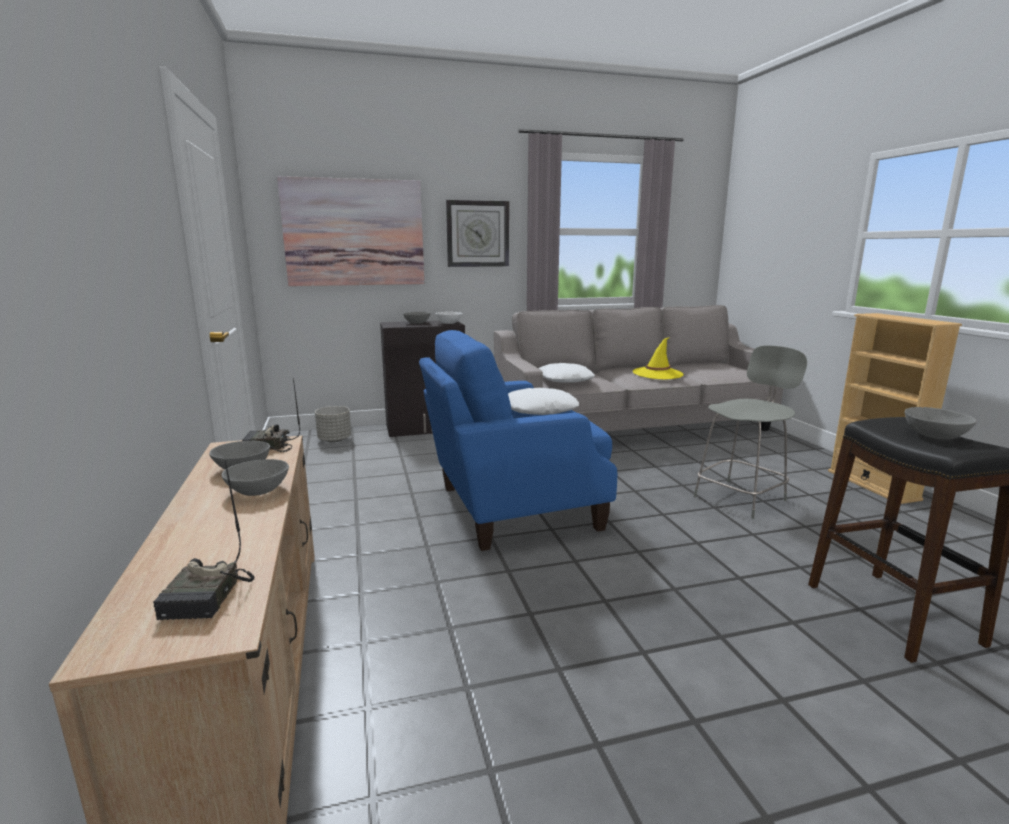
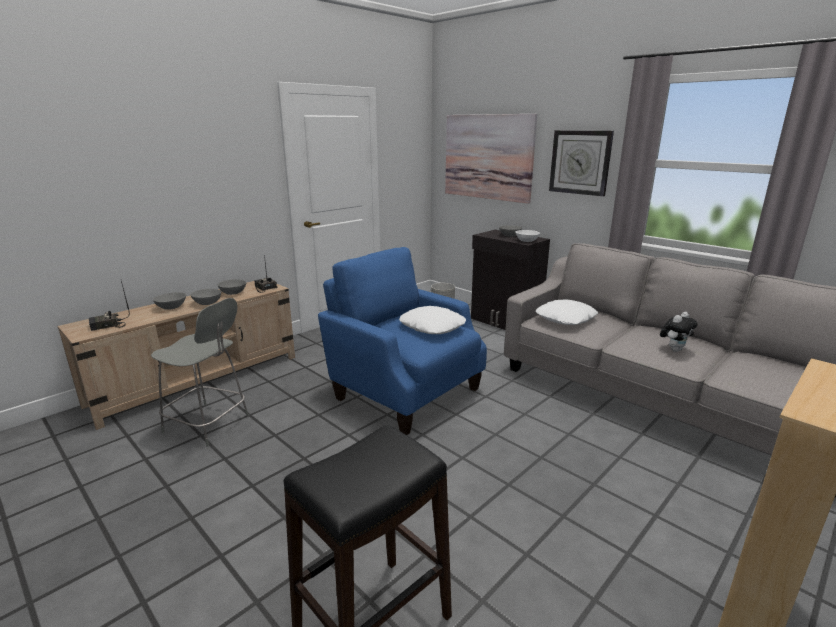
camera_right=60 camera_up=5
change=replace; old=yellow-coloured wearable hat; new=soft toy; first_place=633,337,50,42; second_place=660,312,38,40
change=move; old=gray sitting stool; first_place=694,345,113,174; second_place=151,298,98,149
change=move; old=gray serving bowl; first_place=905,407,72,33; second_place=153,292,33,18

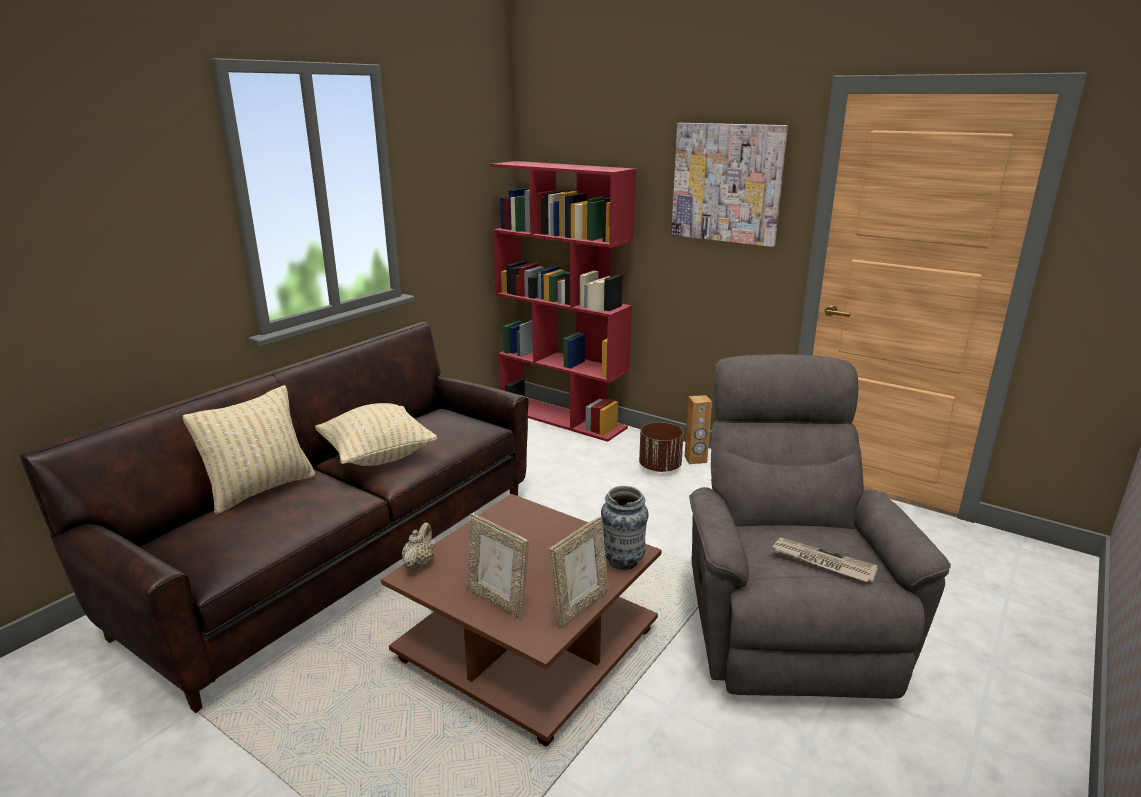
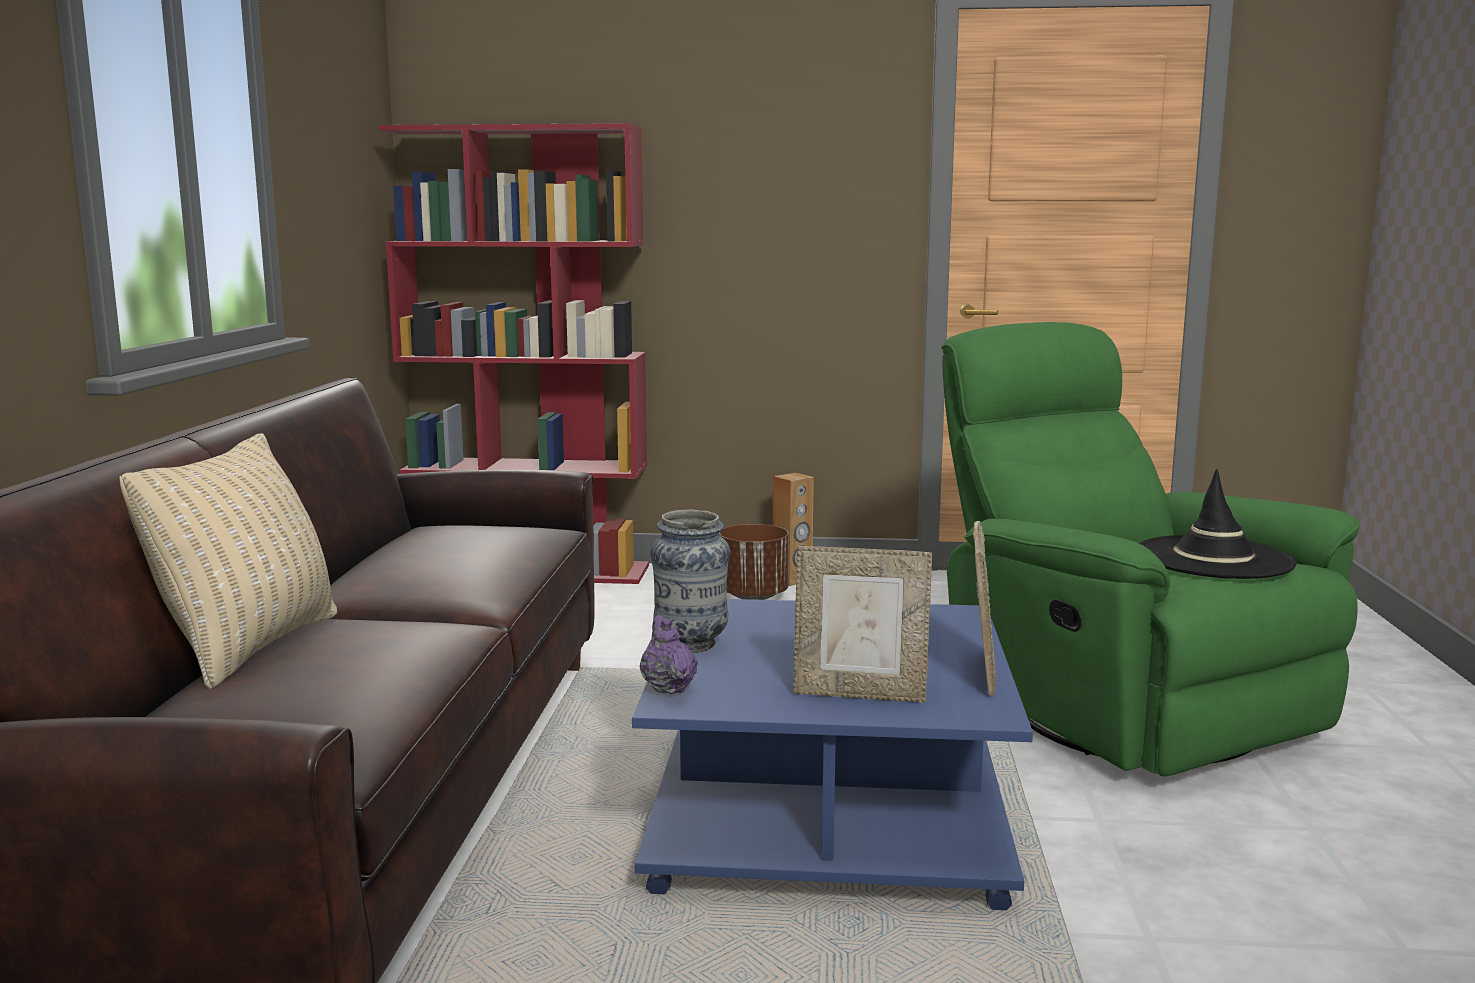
camera_right=-30 camera_up=-10
change=delete; old=sand-coloured pillow; first_place=315,403,122,63
change=recolor; old=brown low table; new=blue-coloured low table; first_place=381,494,281,252; second_place=632,599,401,311
change=recolor; old=sand-coloured pot for tea; new=purple pot for tea; first_place=402,522,32,48; second_place=640,615,58,79
change=move; old=vase; first_place=601,486,48,84; second_place=651,510,79,143
change=delete; old=wall picture; first_place=671,123,117,124
change=recolor; old=gray easy chair; new=green easy chair; first_place=689,354,262,345; second_place=941,322,419,454
change=replace; old=printed paper; new=blackish wearable hat; first_place=771,538,107,44; second_place=1139,469,158,110

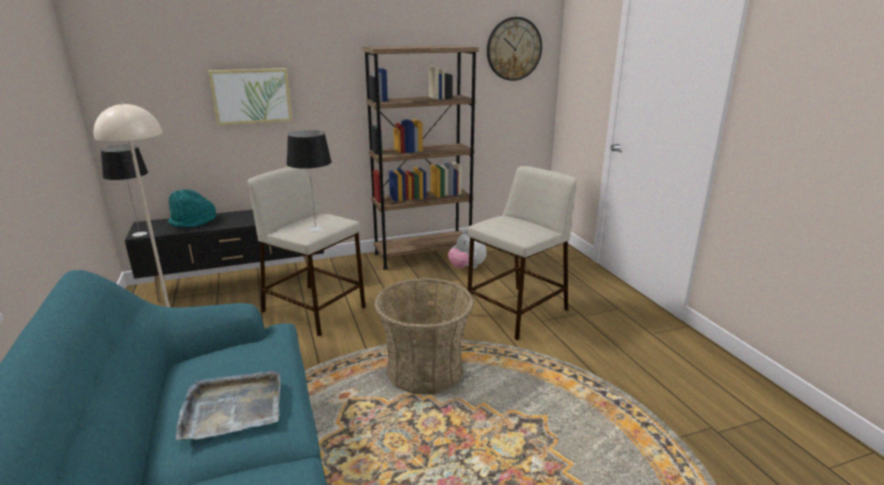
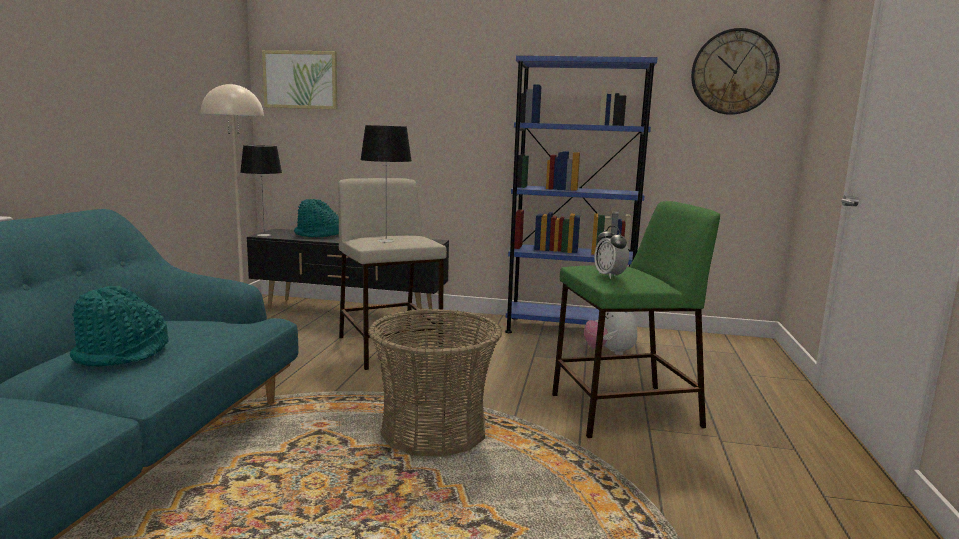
camera_right=30 camera_up=-10
change=replace; old=gray serving tray; new=turquoise wearable hat; first_place=176,370,105,70; second_place=70,286,99,80
change=move; old=wall picture; first_place=208,68,84,57; second_place=262,50,76,60
change=recolor; old=brown bookcase; new=blue-coloured bookcase; first_place=362,45,117,225; second_place=505,55,153,278
change=recolor; old=sand-coloured sitting stool; new=green sitting stool; first_place=467,166,109,174; second_place=552,201,168,237
change=insert; new=bedside clock; second_place=594,226,35,53

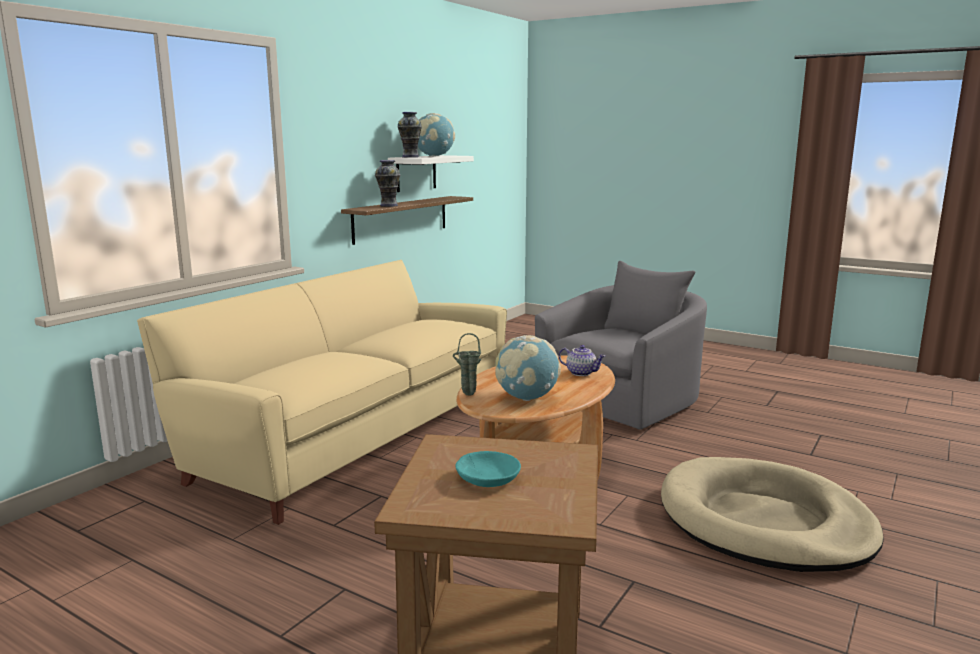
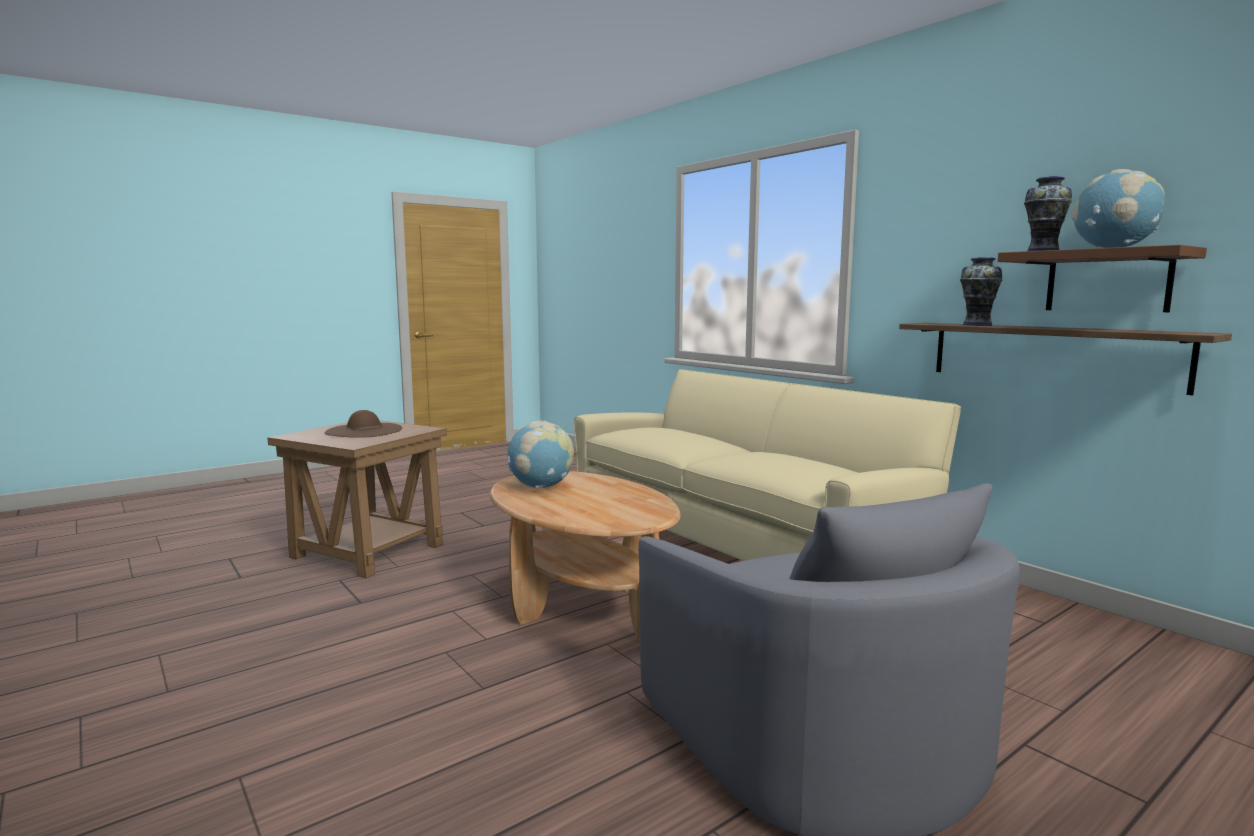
camera_right=110 camera_up=-5
change=recolor; old=white shelf; new=brown shelf; first_place=388,155,86,37; second_place=998,245,209,67
change=delete; old=green vase; first_place=452,333,30,62
change=replace; old=turquoise serving bowl; new=brown wearable hat; first_place=455,451,66,36; second_place=325,410,77,28
change=delete; old=pot for tea; first_place=559,345,47,31
change=delete; old=sand-coloured dog cushion; first_place=661,457,223,115

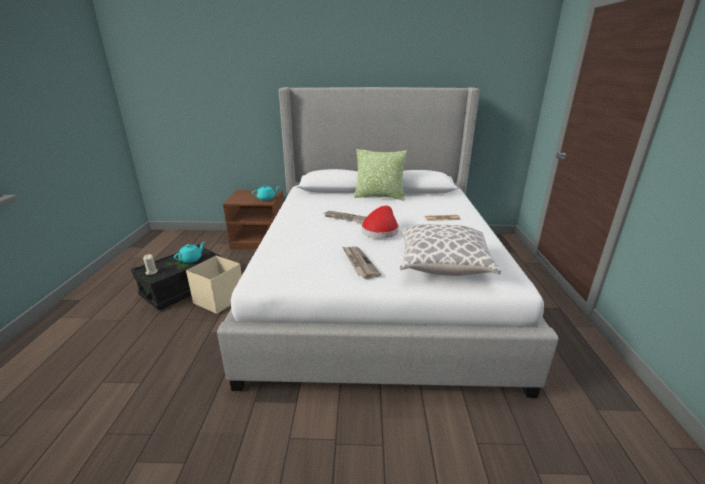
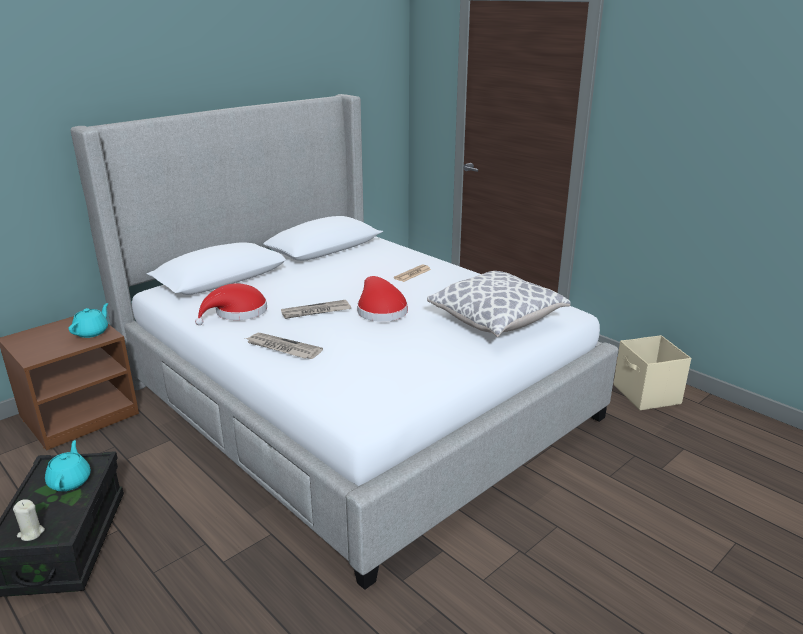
camera_right=-45 camera_up=0
change=move; old=sand-coloured storage container; first_place=186,256,56,58; second_place=613,335,78,75
change=move; old=printed paper; first_place=343,246,38,33; second_place=245,333,78,26
change=delete; old=pillow; first_place=354,149,53,51
change=insert; new=red wearable hat; second_place=195,283,72,42

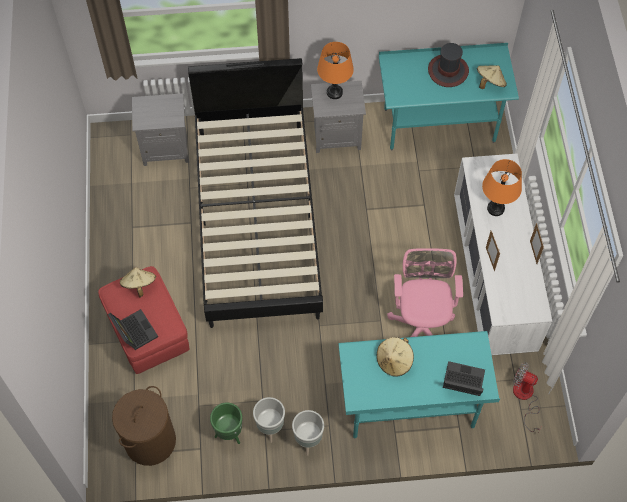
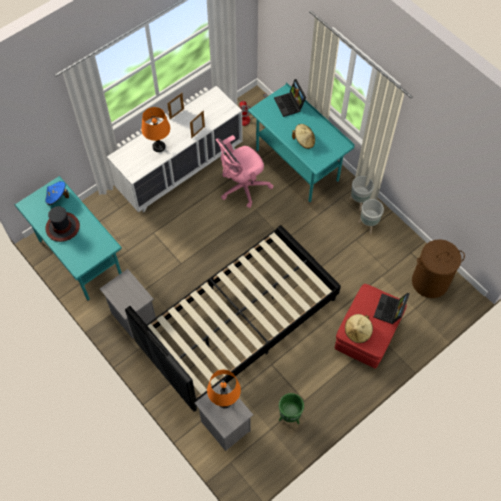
camera_right=-125 camera_up=0
change=move; old=green flower pot; first_place=210,403,32,41; second_place=279,393,25,31
change=move; old=orange table lamp; first_place=317,42,37,57; second_place=207,370,34,38
change=recolor; old=sand-coloured wearable hat; new=blue-coloured wearable hat; first_place=477,65,30,24; second_place=45,181,24,24

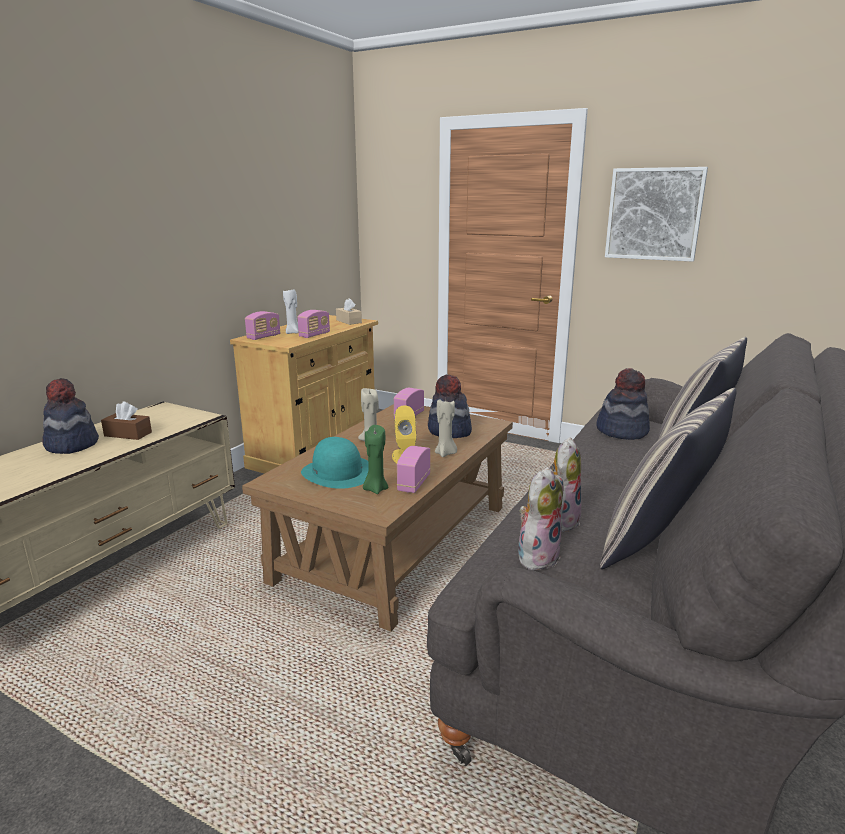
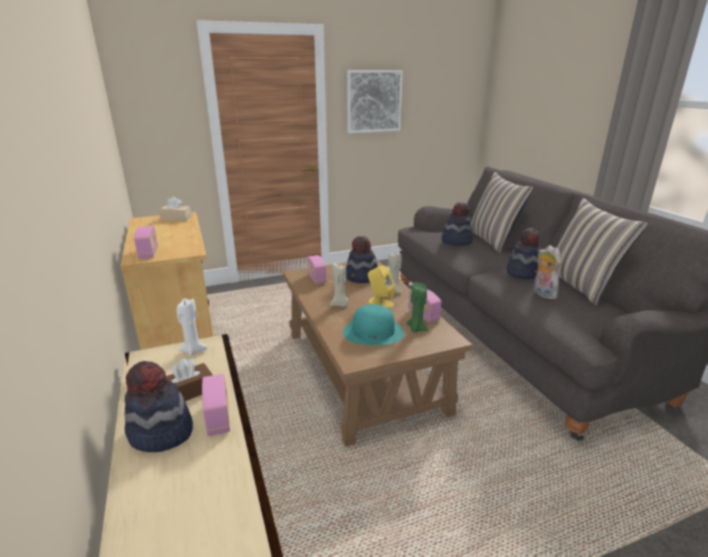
camera_right=-50 camera_up=5
change=move; old=white wax light; first_place=283,289,16,45; second_place=177,298,31,58
change=move; old=radio set; first_place=297,310,33,28; second_place=202,374,28,62
change=delete; old=soft toy; first_place=518,467,46,103
change=insert; new=wearable hat; second_place=506,228,35,51

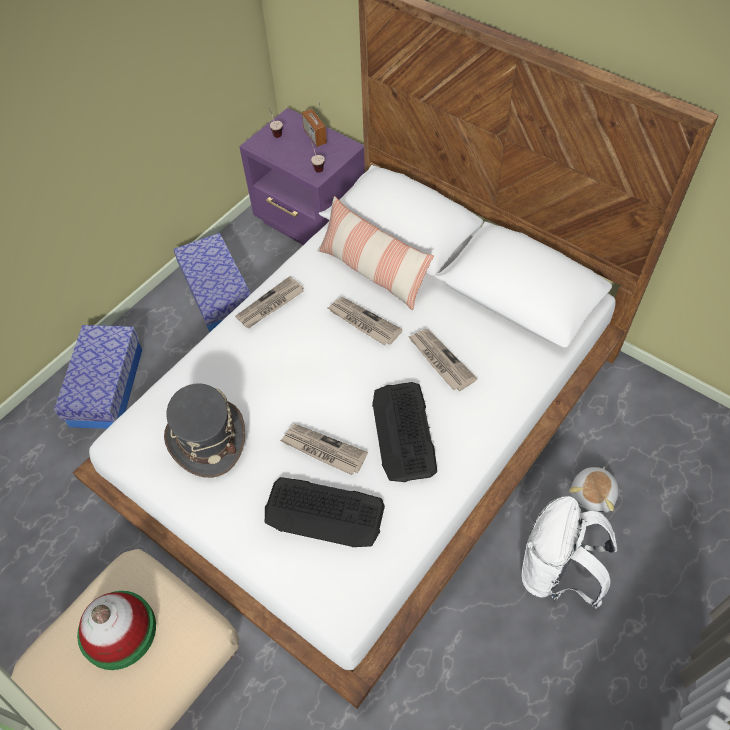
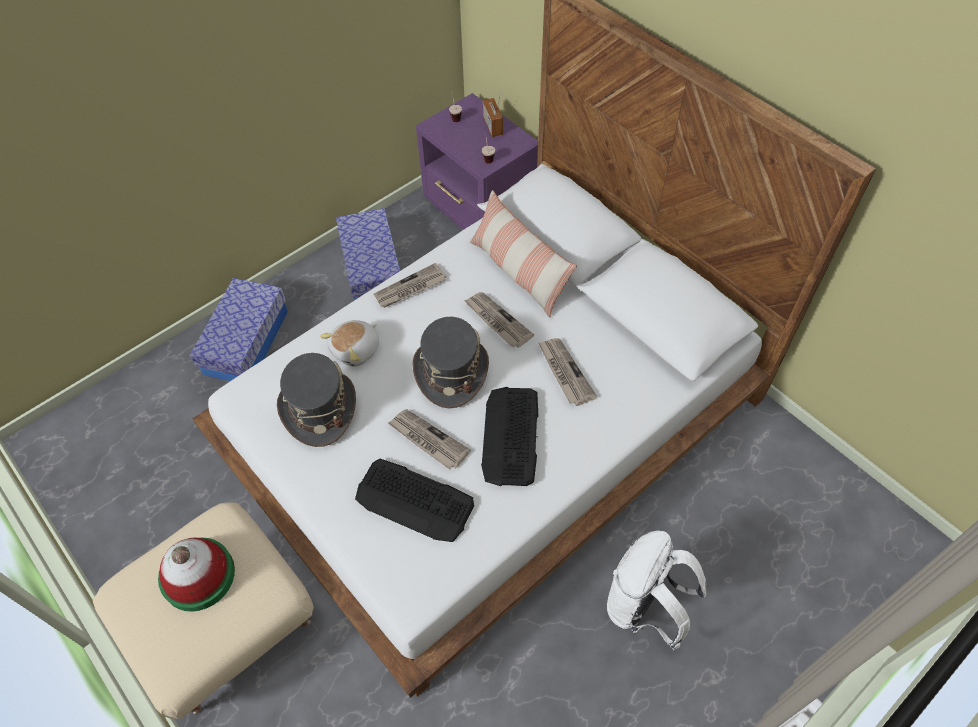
camera_right=10 camera_up=0
change=move; old=soft toy; first_place=569,466,49,47; second_place=320,320,59,47
change=insert; new=gray wearable hat; second_place=413,317,76,91

